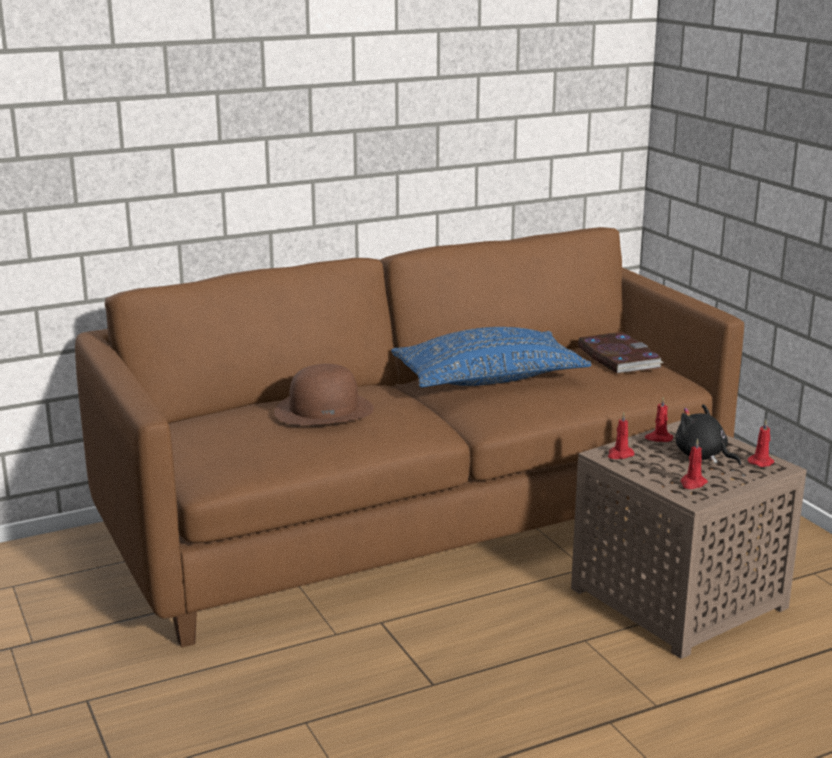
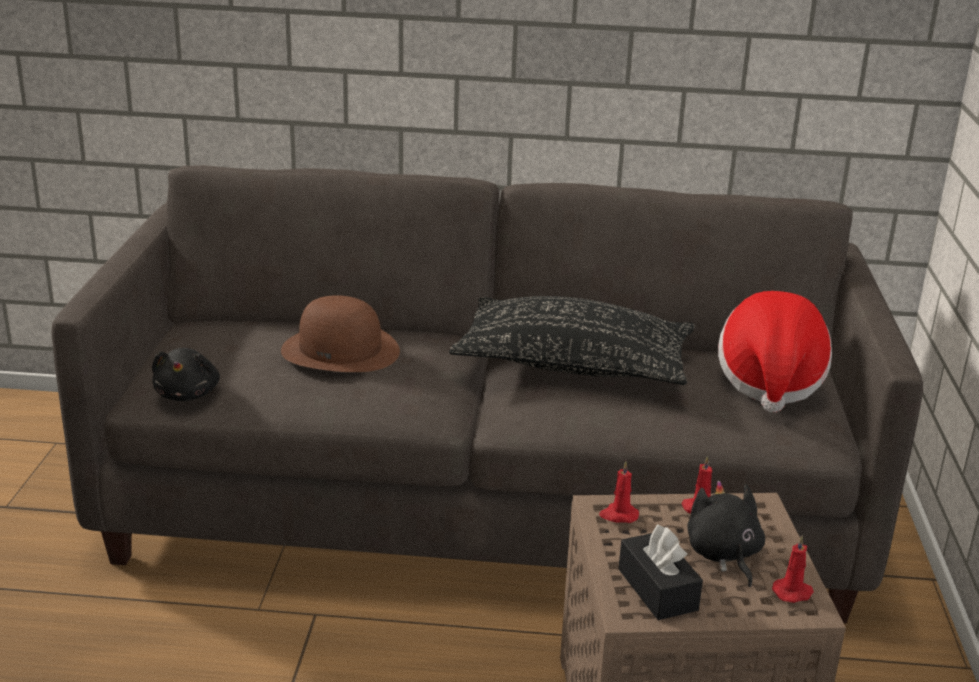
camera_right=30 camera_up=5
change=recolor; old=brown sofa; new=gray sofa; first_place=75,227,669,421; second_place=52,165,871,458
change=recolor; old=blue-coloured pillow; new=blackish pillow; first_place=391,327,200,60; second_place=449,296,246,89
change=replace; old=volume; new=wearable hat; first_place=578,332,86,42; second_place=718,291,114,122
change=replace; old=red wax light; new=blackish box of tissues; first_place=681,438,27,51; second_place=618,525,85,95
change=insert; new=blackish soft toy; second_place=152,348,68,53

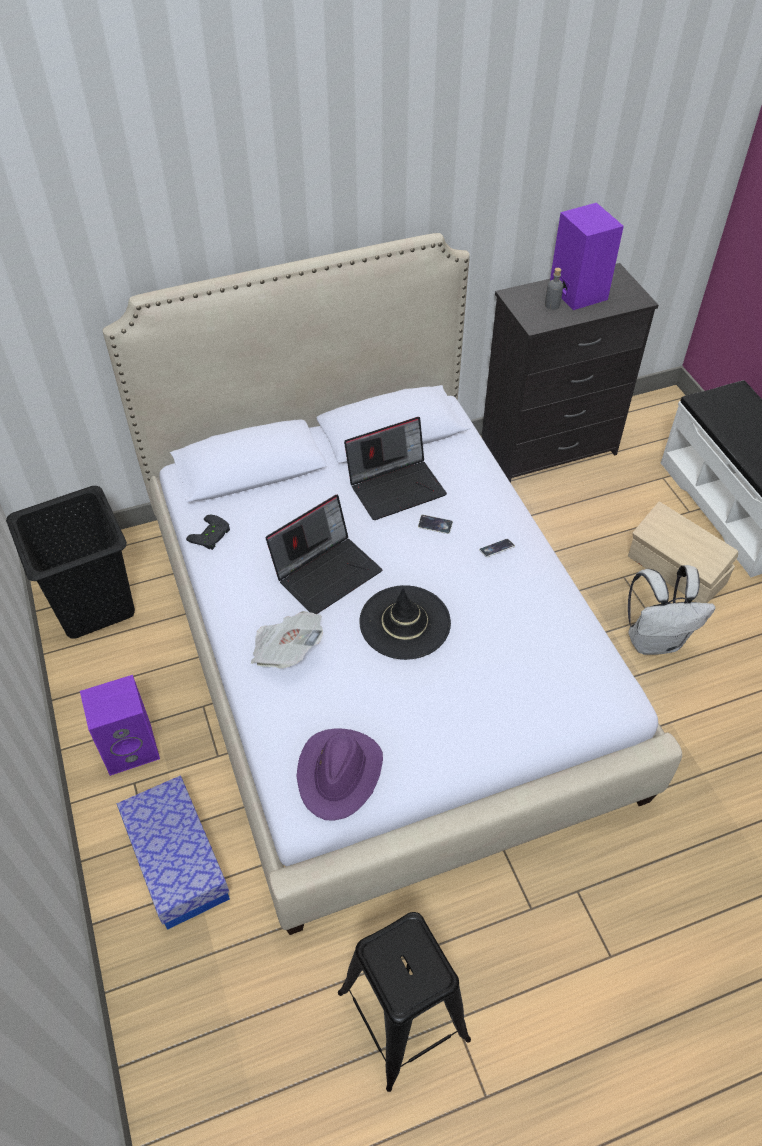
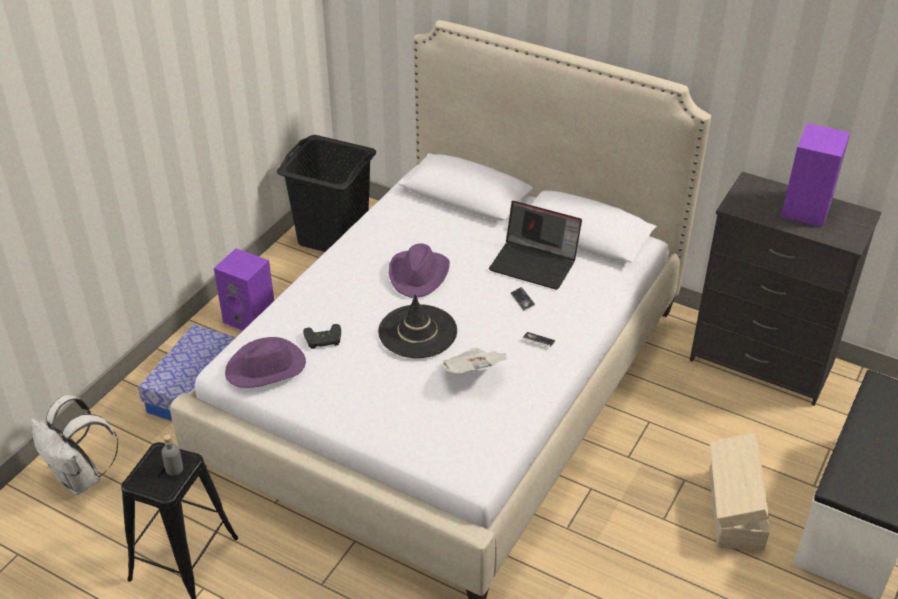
camera_right=50 camera_up=-10
change=move; old=blackish gamepad; first_place=186,515,44,35; second_place=303,324,38,25
change=move; old=printed paper; first_place=251,611,72,58; second_place=442,348,65,25
change=replace; old=portable computer; new=purple wearable hat; first_place=266,495,116,119; second_place=389,244,61,54
change=move; old=gray beverage bottle; first_place=545,268,18,42; second_place=161,434,22,42
change=move; old=white knapsack; first_place=628,565,87,90; second_place=30,395,88,100

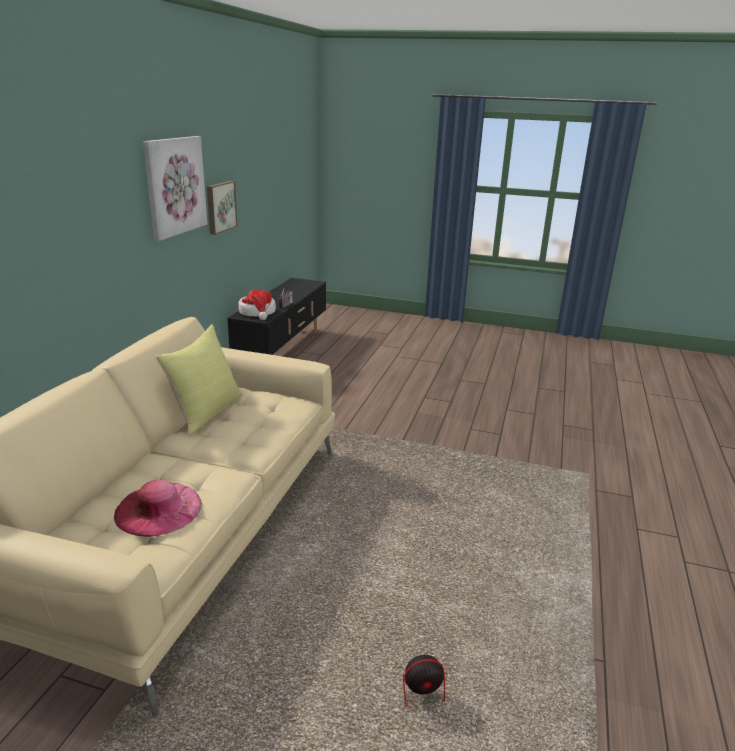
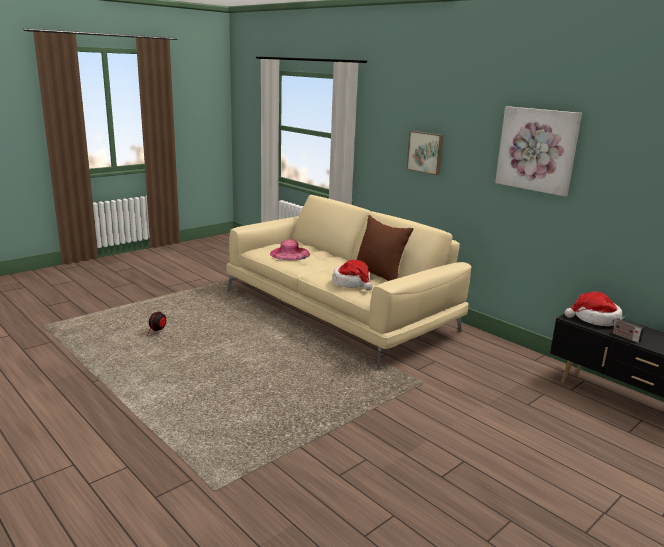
camera_right=120 camera_up=-5
change=recolor; old=yellow-coloured pillow; new=brown pillow; first_place=156,324,87,112; second_place=357,215,57,66
change=move; old=wall picture; first_place=207,181,31,54; second_place=406,131,37,44
change=insert; new=wearable hat; second_place=333,260,40,31

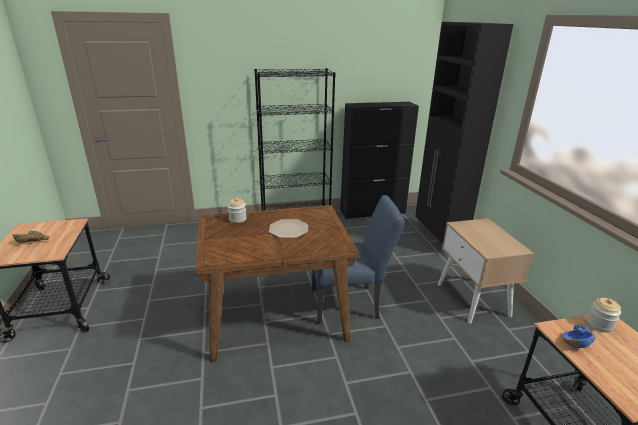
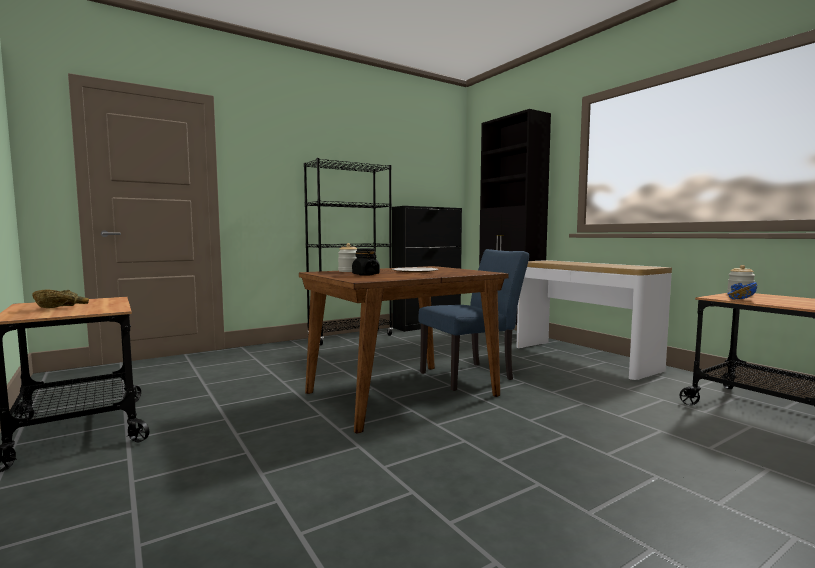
camera_right=-20 camera_up=-20
change=replace; old=sand-coloured night table; new=narrow table; first_place=438,218,96,106; second_place=517,260,155,120
change=insert; new=blackish jar; second_place=352,248,28,28

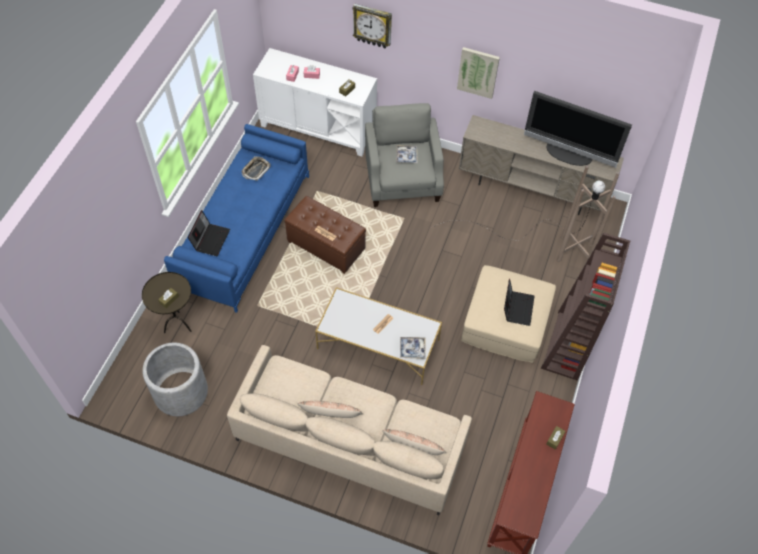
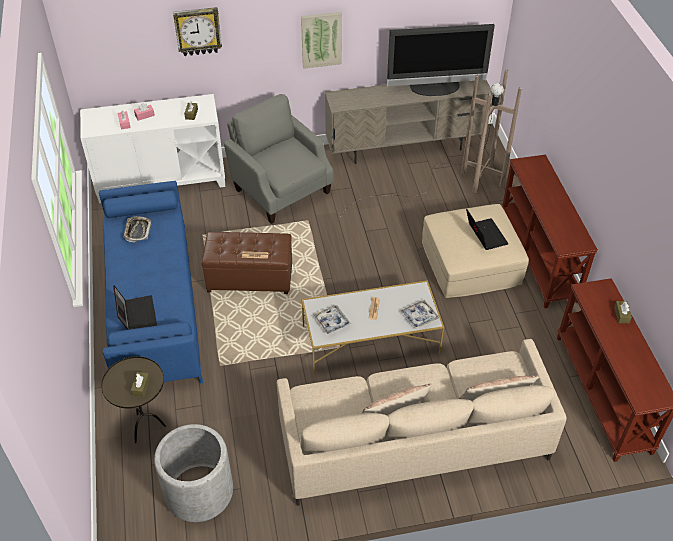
camera_right=-30 camera_up=-10
change=move; old=serving tray; first_place=396,145,21,18; second_place=314,305,37,29
change=replace; old=brown bookcase; new=brown narrow table; first_place=541,233,89,147; second_place=502,155,96,153

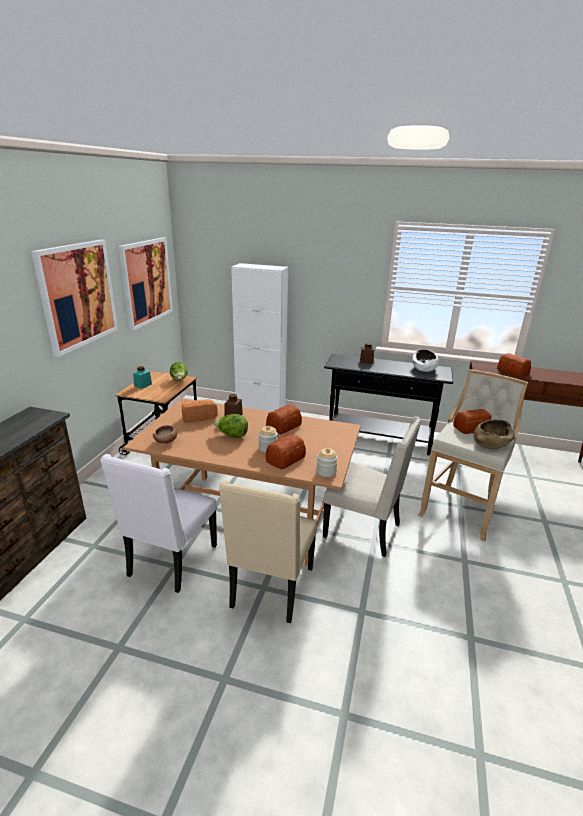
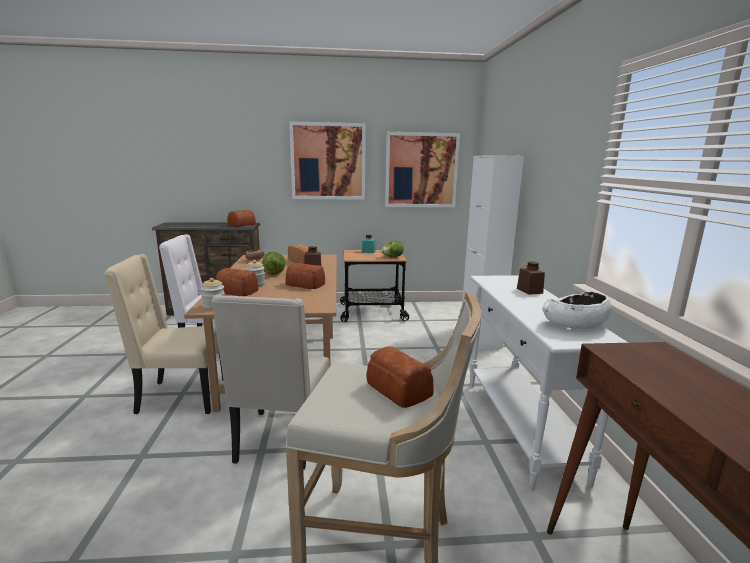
camera_right=70 camera_up=-10
change=recolor; old=blackish narrow table; new=white narrow table; first_place=324,354,129,102; second_place=470,275,158,216
change=delete; old=brown serving bowl; first_place=474,420,41,29
change=move; old=bread; first_place=497,353,34,24; second_place=228,210,28,17

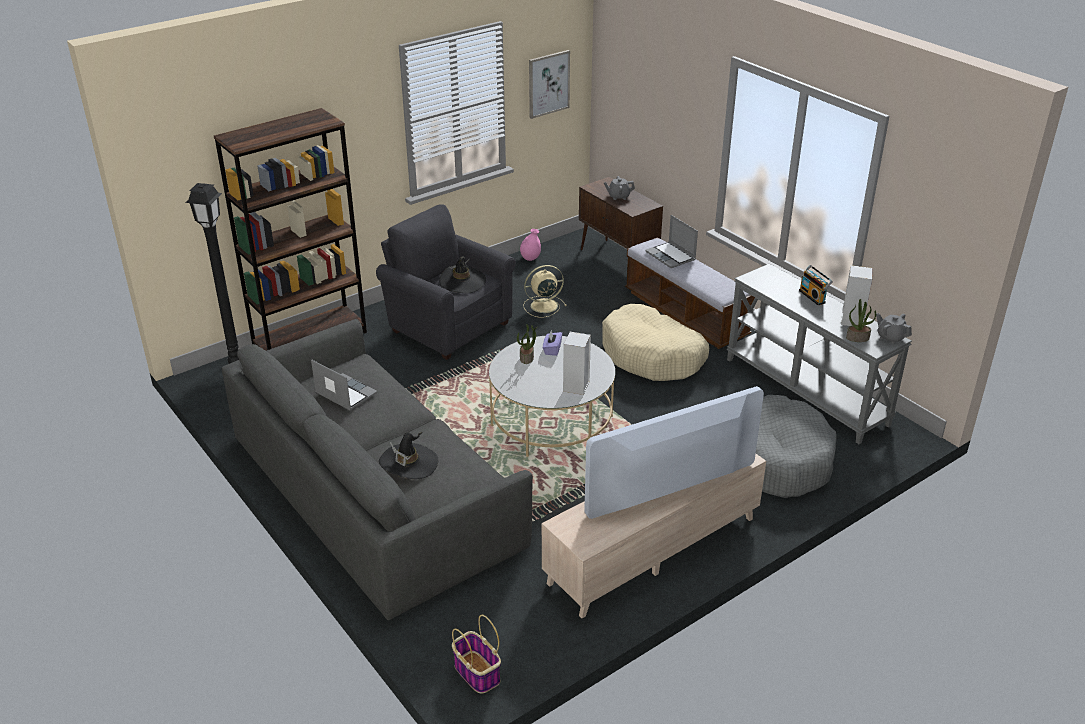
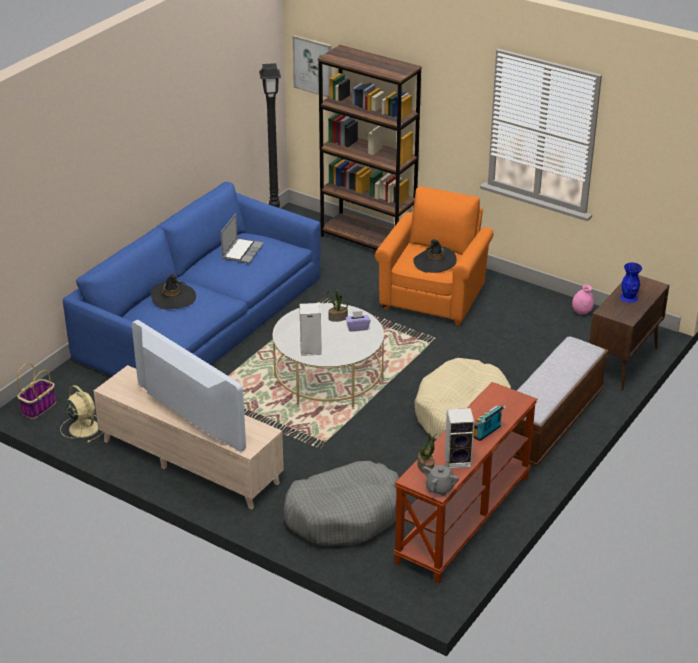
camera_right=70 camera_up=0
change=recolor; old=gray sofa; new=blue-coloured sofa; first_place=222,319,311,301; second_place=63,182,258,194
change=recolor; old=gray easy chair; new=orange easy chair; first_place=376,204,140,156; second_place=375,186,118,139
change=move; old=sand-coloured cooling fan; first_place=523,265,44,53; second_place=60,385,44,58
change=move; old=wall picture; first_place=529,50,41,69; second_place=293,35,39,62
change=replace; old=gray pot for tea; new=blue-coloured vase; first_place=604,176,31,24; second_place=620,262,22,41
change=delete; old=portable computer; first_place=645,215,53,53
change=recolor; old=gray narrow table; new=brown narrow table; first_place=727,264,185,180; second_place=393,382,144,202

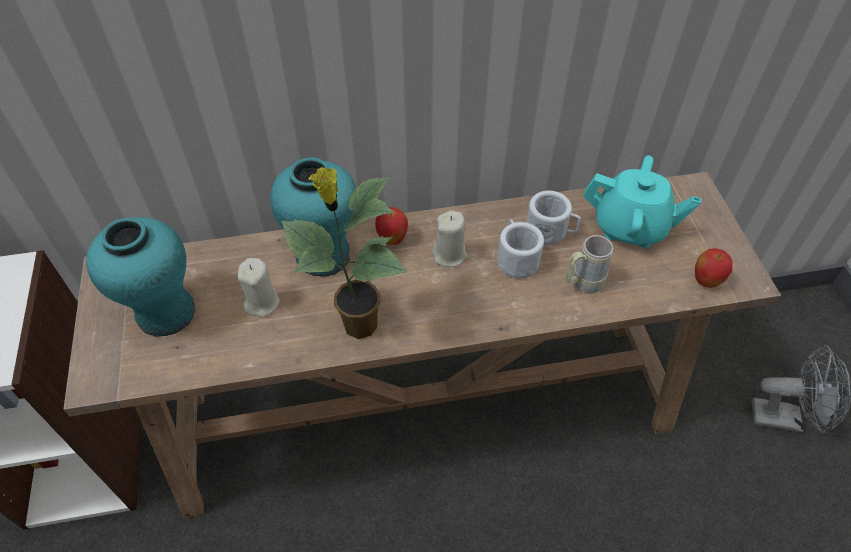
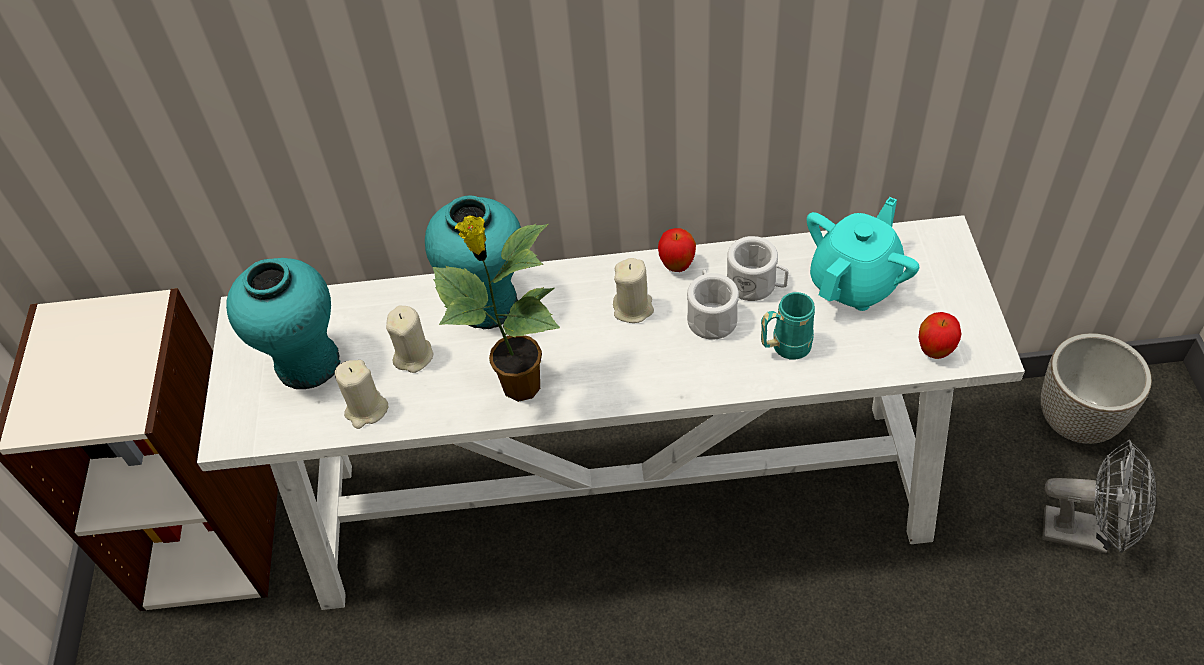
camera_right=10 camera_up=0
change=recolor; old=brown narrow table; new=white narrow table; first_place=64,172,717,346; second_place=197,215,828,395
change=move; old=apple; first_place=375,207,33,38; second_place=658,228,38,44
change=recolor; old=sand-coloured coffee mug; new=turquoise coffee mug; first_place=566,235,47,58; second_place=761,292,54,68
change=rotate; old=turquoise pot for tea; first_place=583,155,118,93; second_place=807,197,112,114; degrees=-75
change=insert; new=sand-coloured wax light; second_place=335,360,53,69
change=insert; new=flower pot; second_place=1041,333,111,111

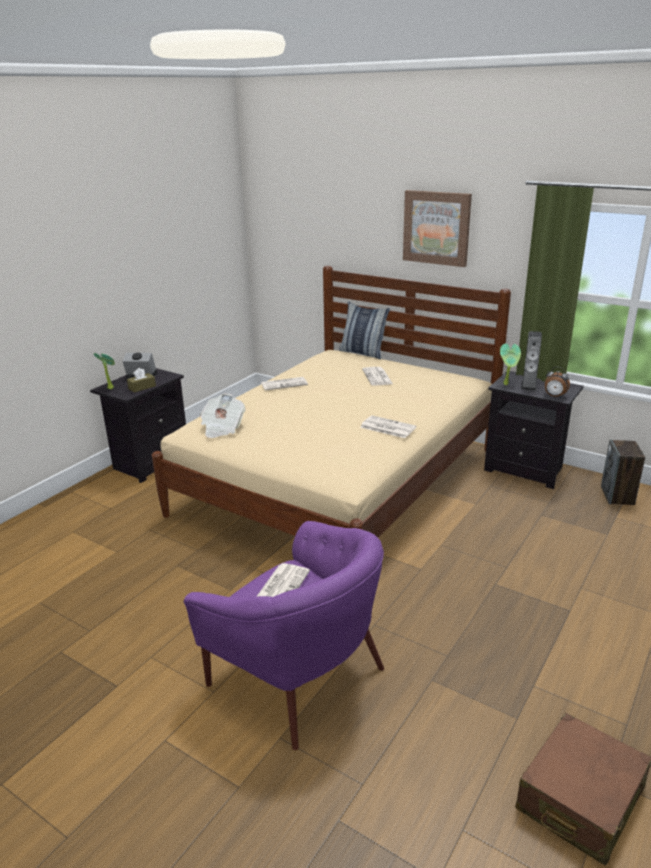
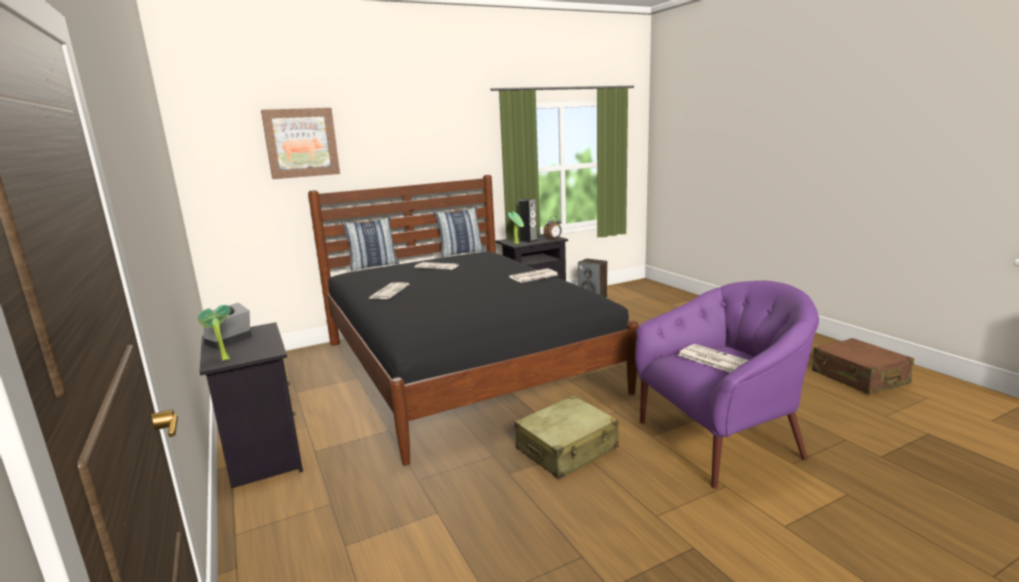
camera_right=-60 camera_up=-10
change=delete; old=brown box of tissues; first_place=127,368,29,25
change=recolor; old=sand-coloured bedroom bed; new=blackish bedroom bed; first_place=152,266,359,272; second_place=308,175,331,291
change=delete; old=printed paper; first_place=200,394,45,44
change=move; old=wall picture; first_place=403,190,69,77; second_place=261,108,79,71
change=insert; new=pillow; second_place=433,206,52,51
change=insert; new=sand-coloured suitcase; second_place=515,395,104,84

